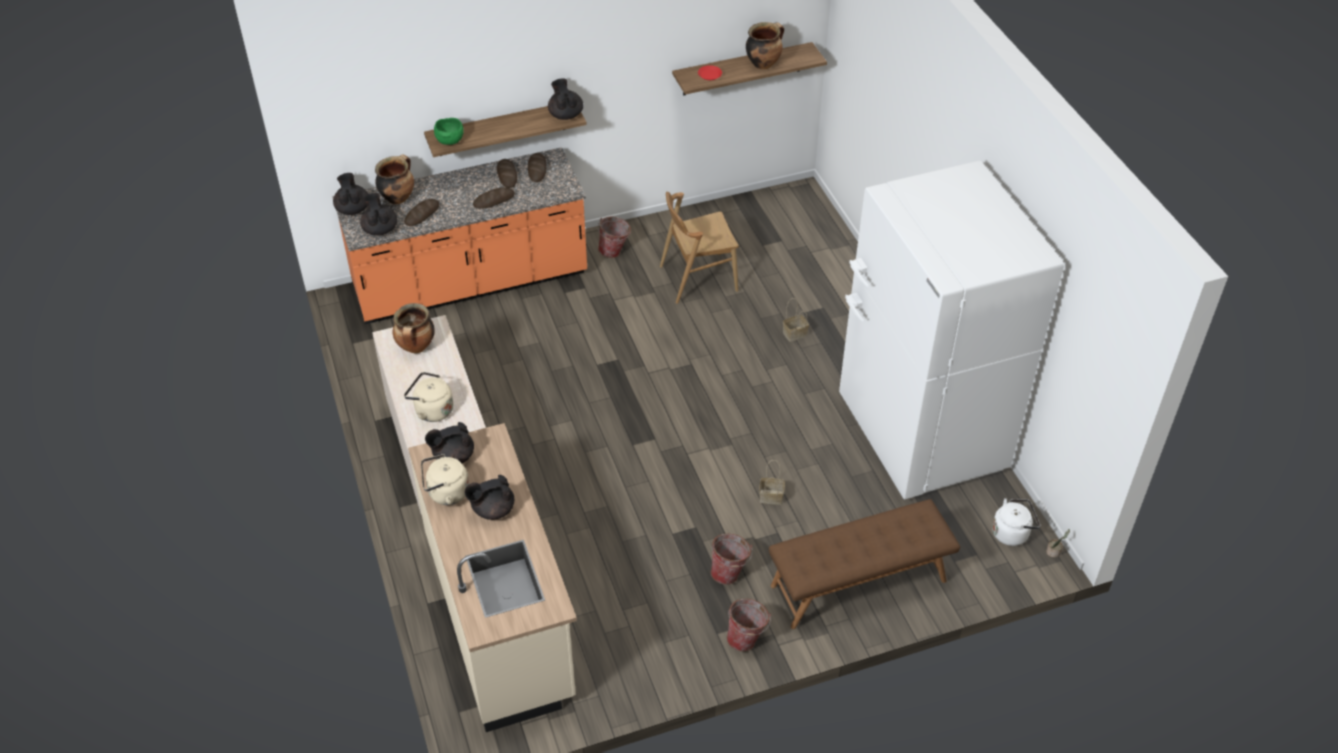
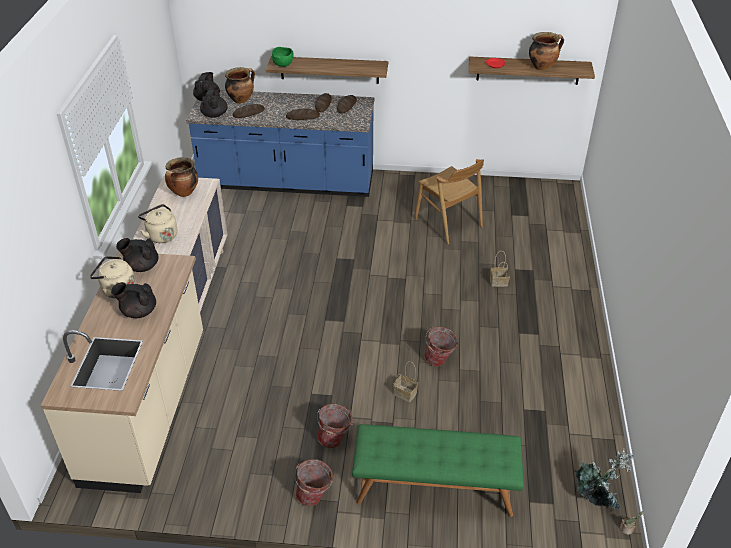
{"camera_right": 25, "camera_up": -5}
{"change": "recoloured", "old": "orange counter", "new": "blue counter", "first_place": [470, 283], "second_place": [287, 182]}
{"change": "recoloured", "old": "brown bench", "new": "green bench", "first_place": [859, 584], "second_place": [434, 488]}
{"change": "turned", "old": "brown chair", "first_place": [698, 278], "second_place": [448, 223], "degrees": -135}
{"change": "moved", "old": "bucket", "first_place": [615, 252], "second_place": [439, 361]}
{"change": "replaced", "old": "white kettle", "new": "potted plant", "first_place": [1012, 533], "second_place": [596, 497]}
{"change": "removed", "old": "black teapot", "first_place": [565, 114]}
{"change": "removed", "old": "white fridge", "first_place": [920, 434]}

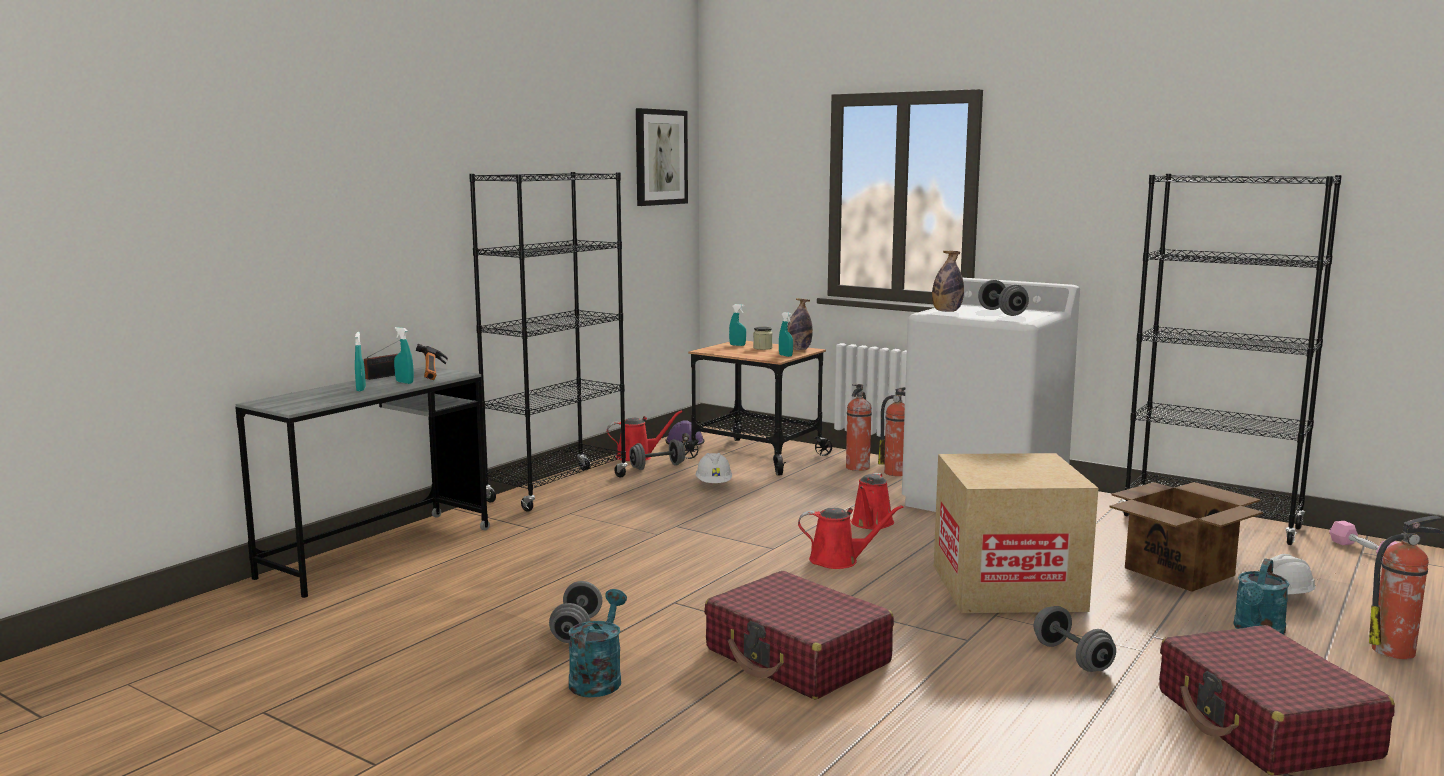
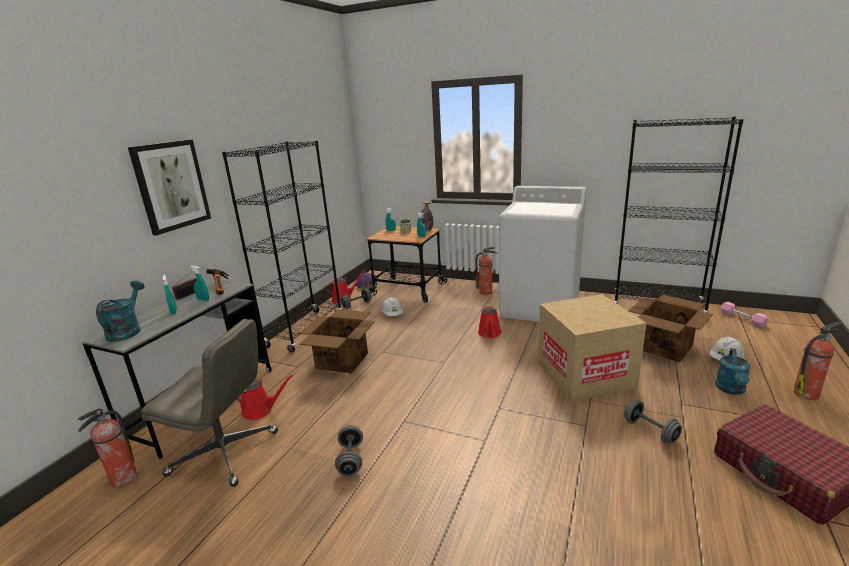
{"camera_right": -10, "camera_up": 10}
{"change": "moved", "old": "fire extinguisher", "first_place": [857, 468], "second_place": [123, 479]}
{"change": "moved", "old": "turquoise watering can", "first_place": [598, 678], "second_place": [127, 331]}
{"change": "moved", "old": "picture", "first_place": [660, 157], "second_place": [171, 186]}
{"change": "added", "new": "grey office chair", "second_place": [225, 453]}
{"change": "moved", "old": "red watering can", "first_place": [839, 560], "second_place": [260, 410]}
{"change": "added", "new": "cardboard box", "second_place": [341, 361]}
{"change": "removed", "old": "red suitcase", "first_place": [797, 657]}
{"change": "removed", "old": "bottle", "first_place": [946, 311]}
{"change": "removed", "old": "grey dumbbell", "first_place": [1002, 312]}

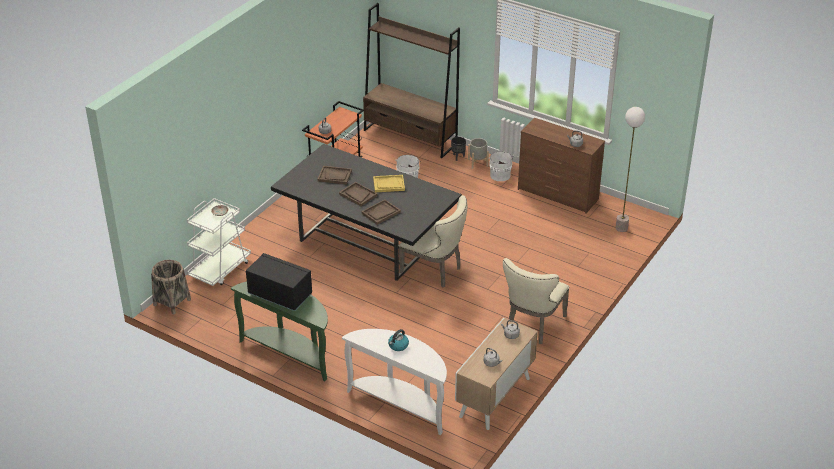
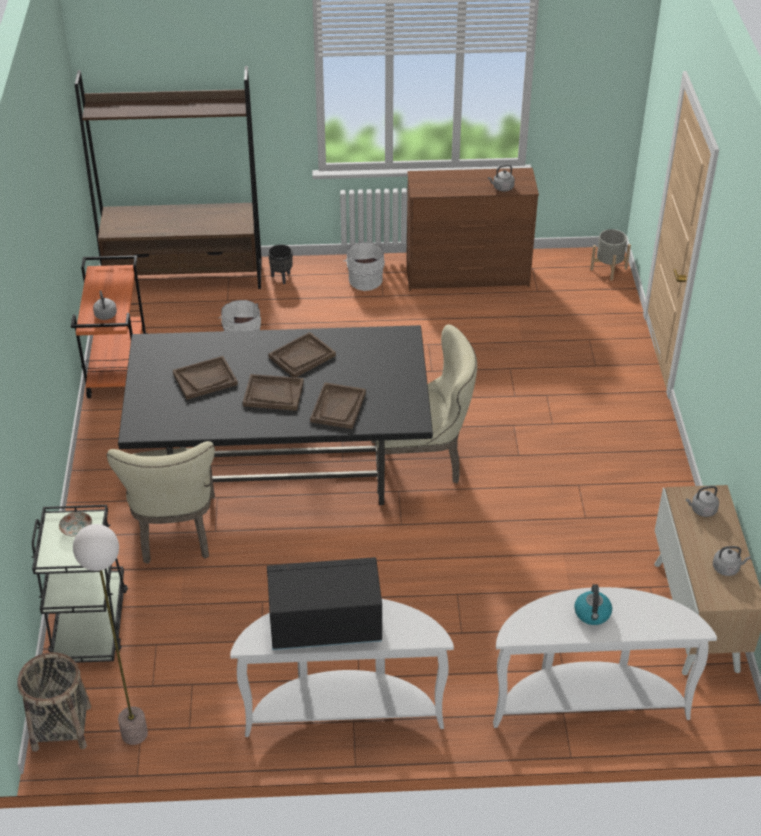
{"camera_right": -35, "camera_up": 5}
{"change": "recoloured", "old": "white cart", "new": "black cart", "first_place": [220, 269], "second_place": [90, 624]}
{"change": "moved", "old": "floor lamp", "first_place": [621, 228], "second_place": [134, 734]}
{"change": "moved", "old": "beige chair", "first_place": [533, 326], "second_place": [176, 534]}
{"change": "recoloured", "old": "green console table", "new": "white console table", "first_place": [290, 353], "second_place": [344, 710]}
{"change": "recoloured", "old": "yellow tray", "new": "brown tray", "first_place": [388, 184], "second_place": [302, 356]}
{"change": "moved", "old": "grey planter", "first_place": [478, 162], "second_place": [608, 269]}

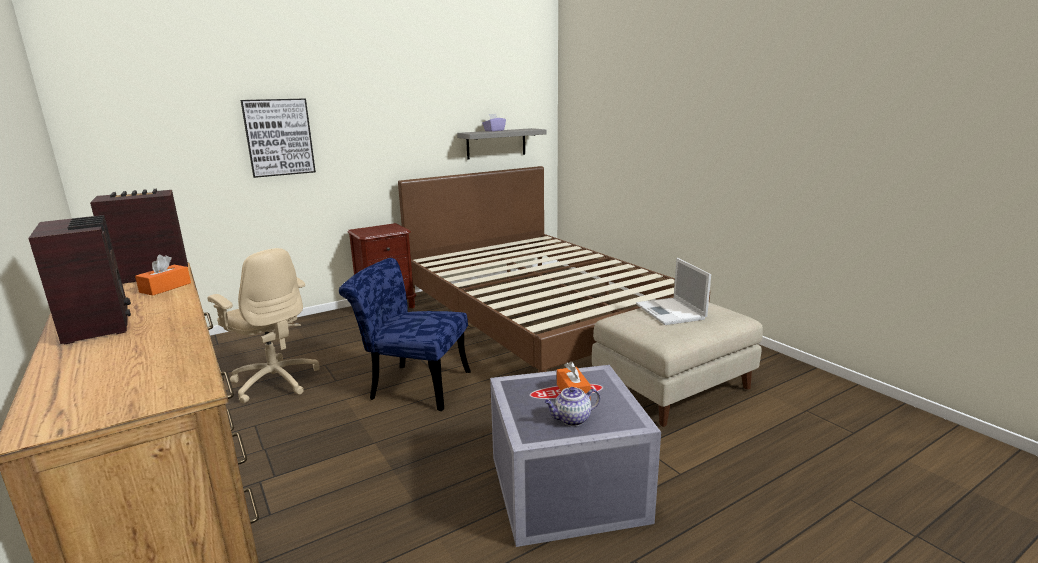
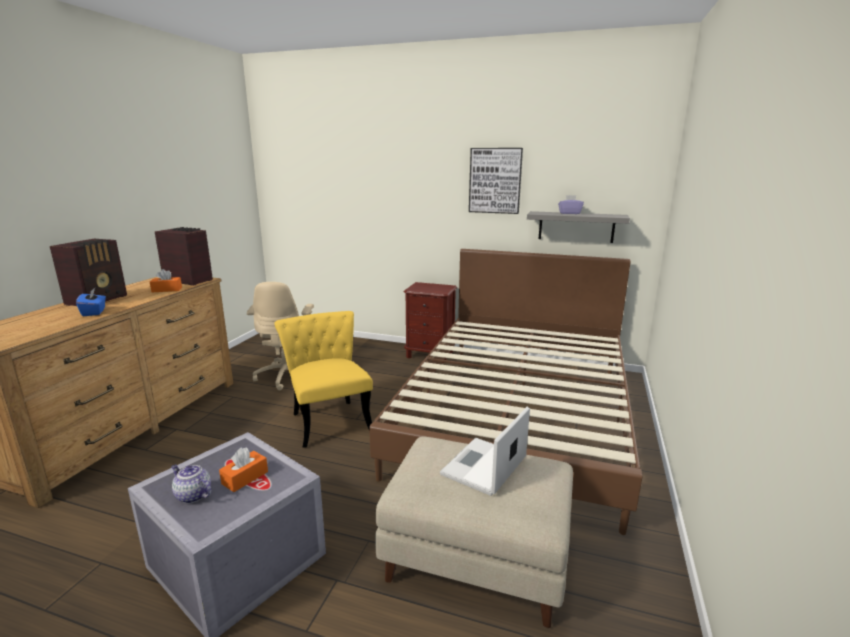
{"camera_right": 50, "camera_up": 0}
{"change": "added", "new": "blue tissue box", "second_place": [94, 312]}
{"change": "recoloured", "old": "blue chair", "new": "yellow chair", "first_place": [412, 385], "second_place": [329, 419]}
{"change": "moved", "old": "picture", "first_place": [279, 137], "second_place": [495, 180]}

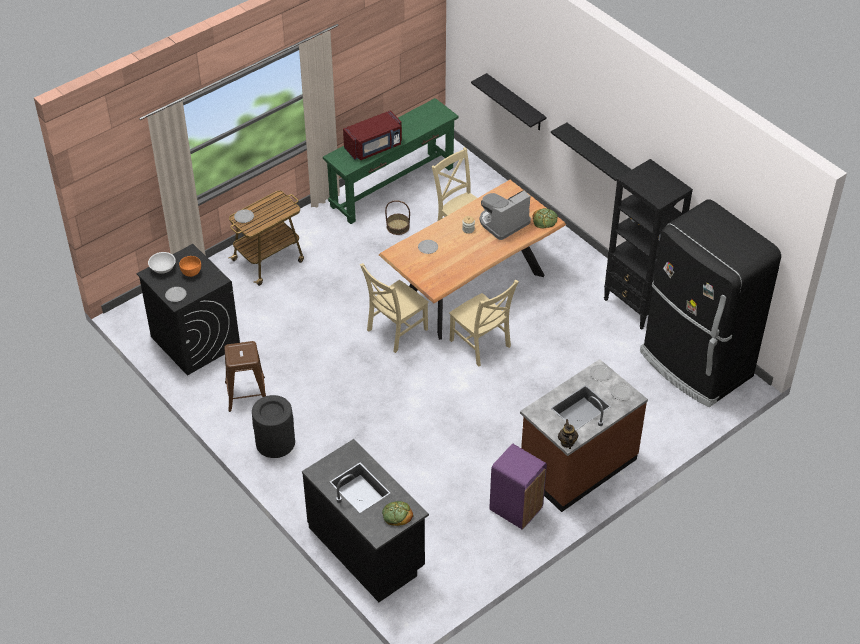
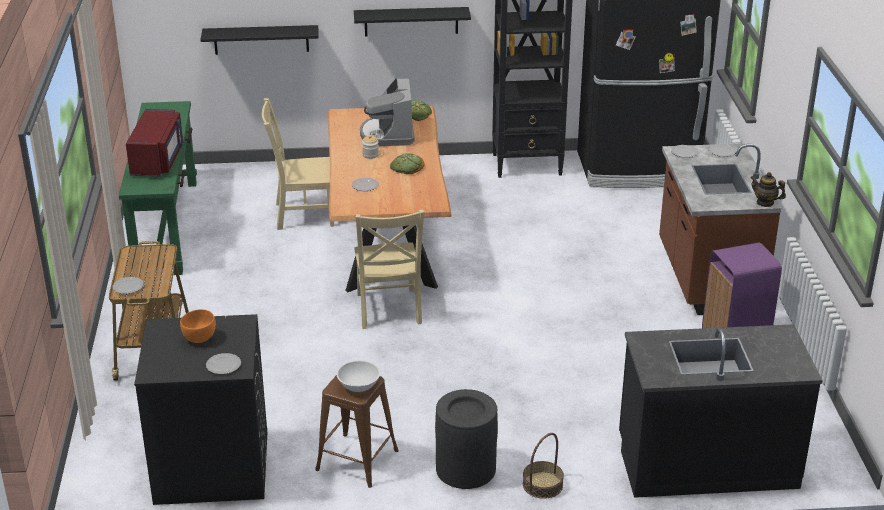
{"camera_right": -55, "camera_up": -15}
{"change": "moved", "old": "white bowl", "first_place": [162, 268], "second_place": [358, 385]}
{"change": "moved", "old": "bread", "first_place": [397, 514], "second_place": [406, 167]}
{"change": "moved", "old": "basket", "first_place": [398, 227], "second_place": [542, 485]}
{"change": "removed", "old": "beige chair", "first_place": [481, 345]}

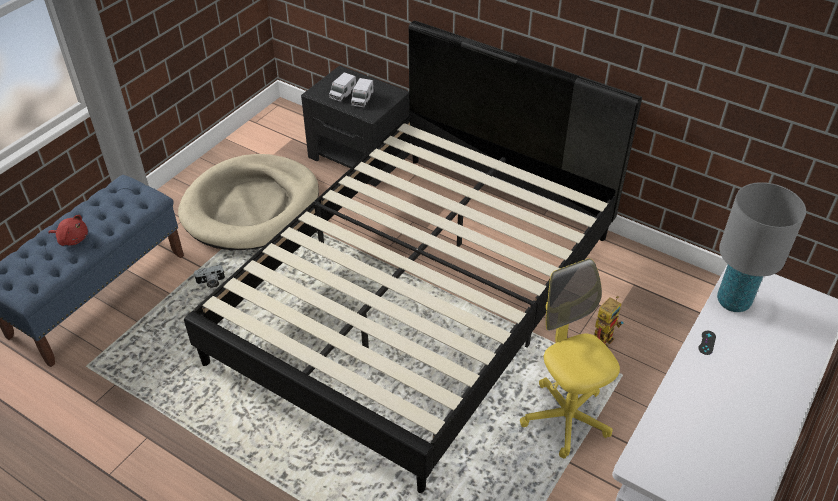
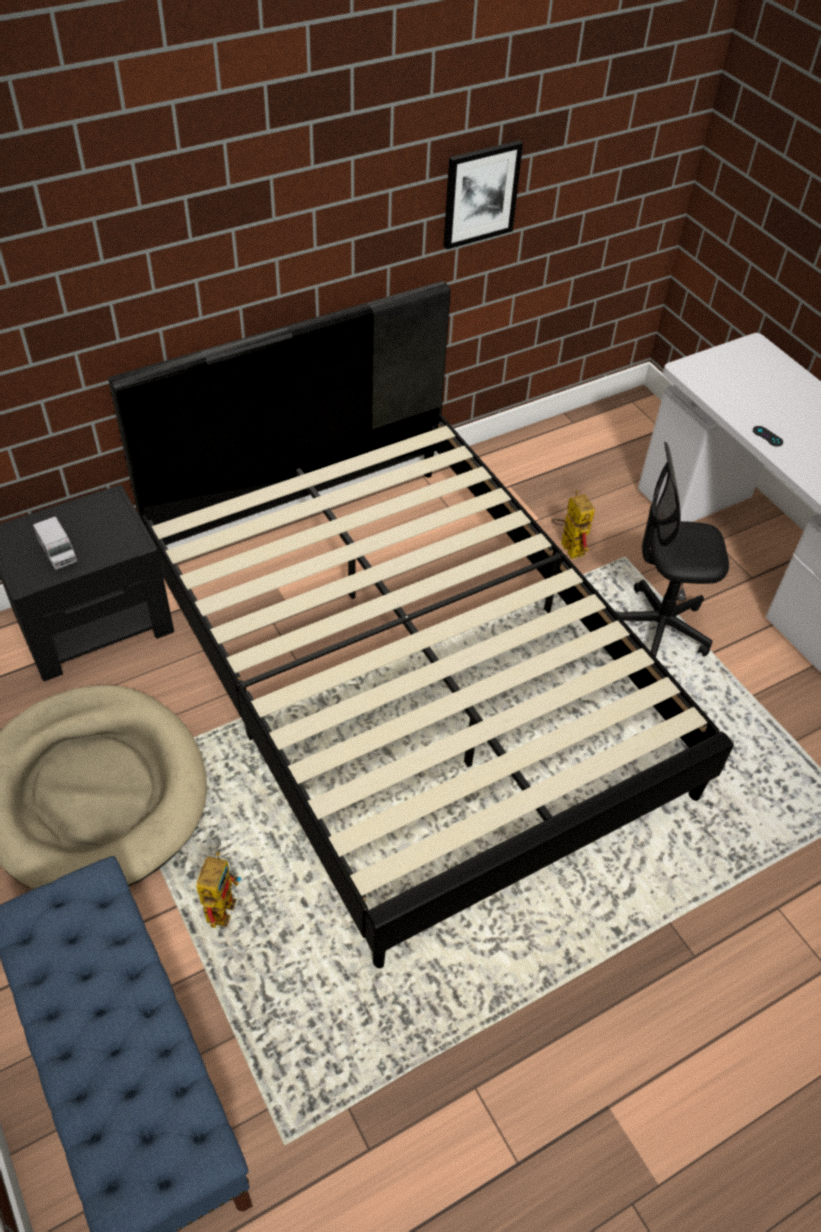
{"camera_right": -65, "camera_up": 5}
{"change": "replaced", "old": "photo camera", "new": "toy robot", "first_place": [211, 282], "second_place": [220, 903]}
{"change": "added", "new": "picture", "second_place": [480, 194]}
{"change": "recoloured", "old": "yellow office chair", "new": "black office chair", "first_place": [565, 418], "second_place": [657, 628]}
{"change": "removed", "old": "red plush toy", "first_place": [72, 239]}
{"change": "removed", "old": "toy truck", "first_place": [362, 99]}
{"change": "removed", "old": "grey table lamp", "first_place": [733, 302]}

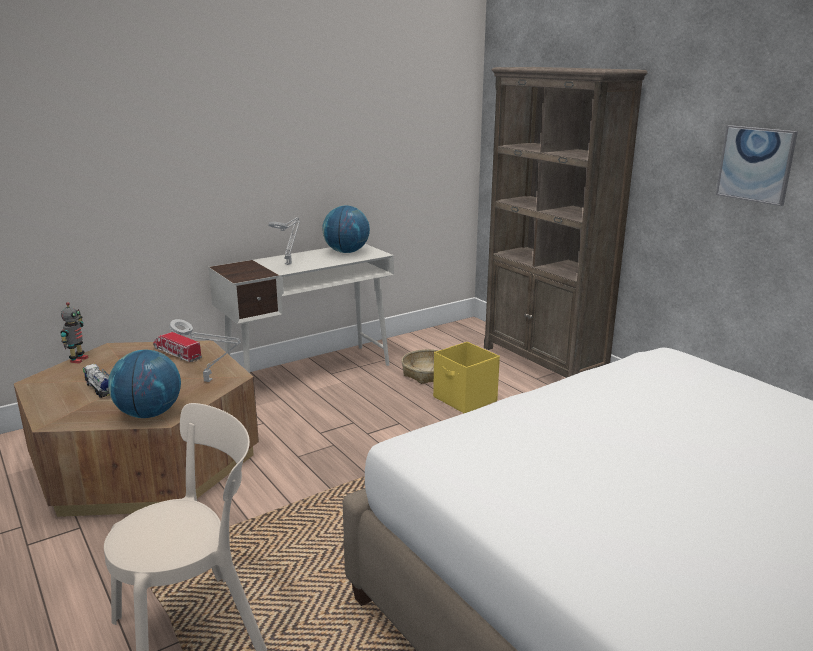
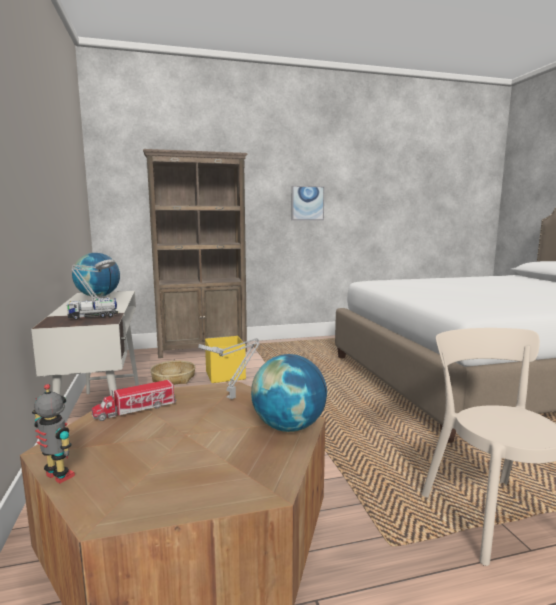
{"camera_right": -70, "camera_up": -10}
{"change": "moved", "old": "toy truck", "first_place": [100, 389], "second_place": [93, 317]}

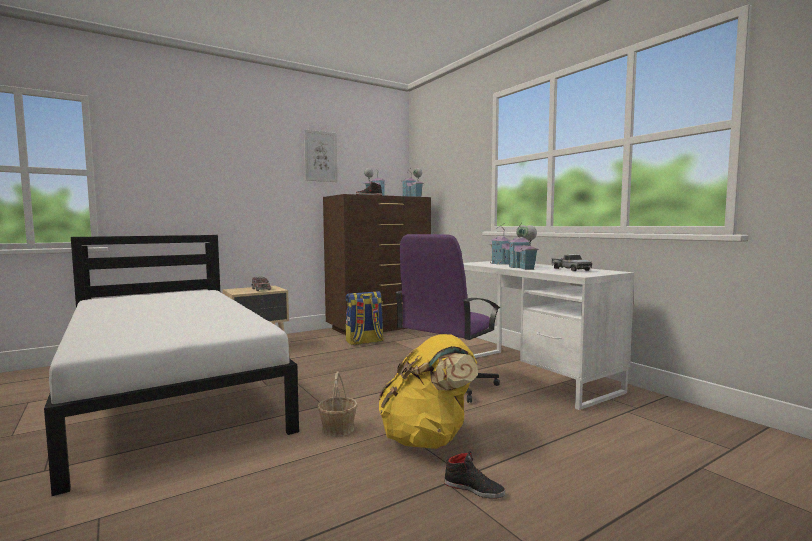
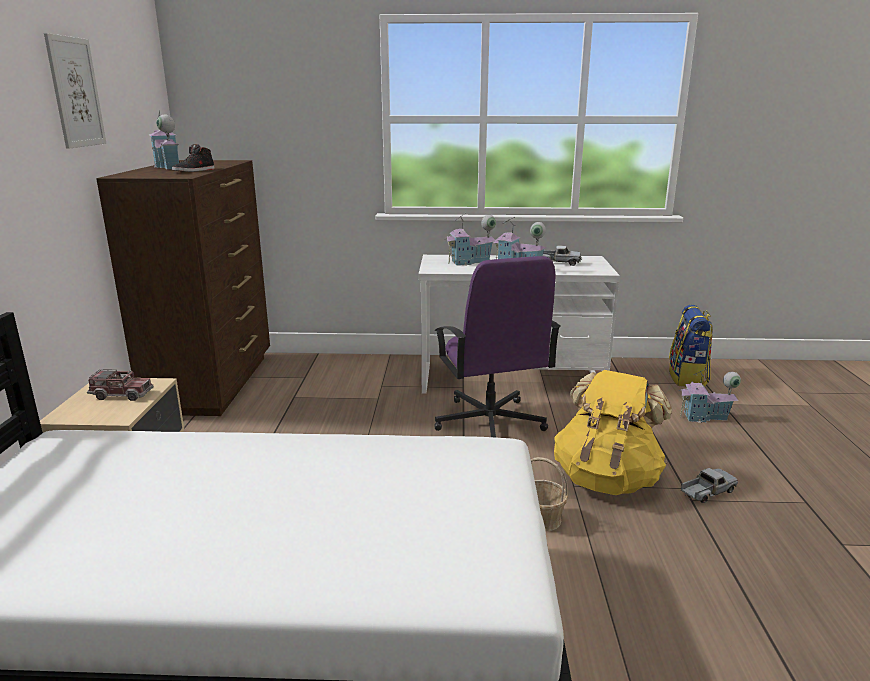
{"camera_right": -55, "camera_up": 15}
{"change": "moved", "old": "backpack", "first_place": [364, 342], "second_place": [688, 378]}
{"change": "moved", "old": "toy house", "first_place": [412, 197], "second_place": [705, 417]}
{"change": "replaced", "old": "black shoe", "new": "toy truck", "first_place": [474, 488], "second_place": [706, 492]}

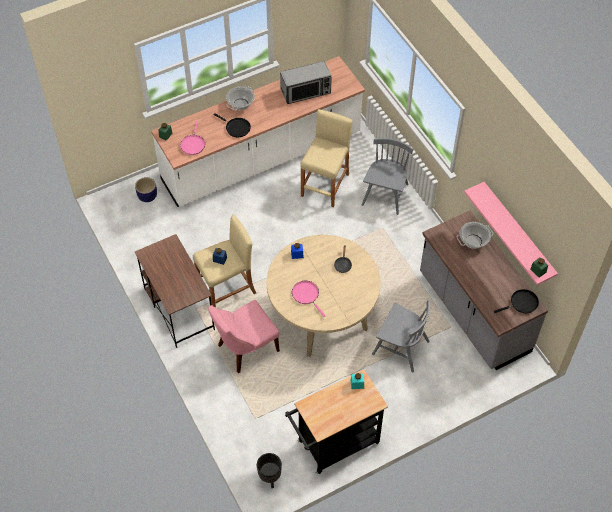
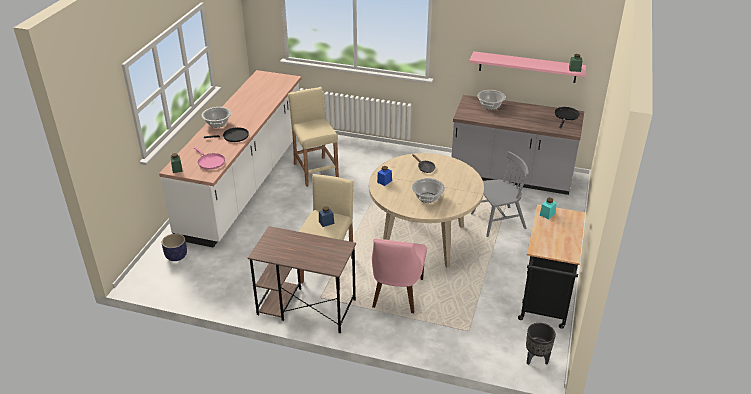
{"camera_right": -45, "camera_up": -20}
{"change": "replaced", "old": "pink frying pan", "new": "cooking pot", "first_place": [306, 295], "second_place": [427, 198]}
{"change": "removed", "old": "microwave", "first_place": [306, 91]}
{"change": "removed", "old": "grey chair", "first_place": [385, 195]}

